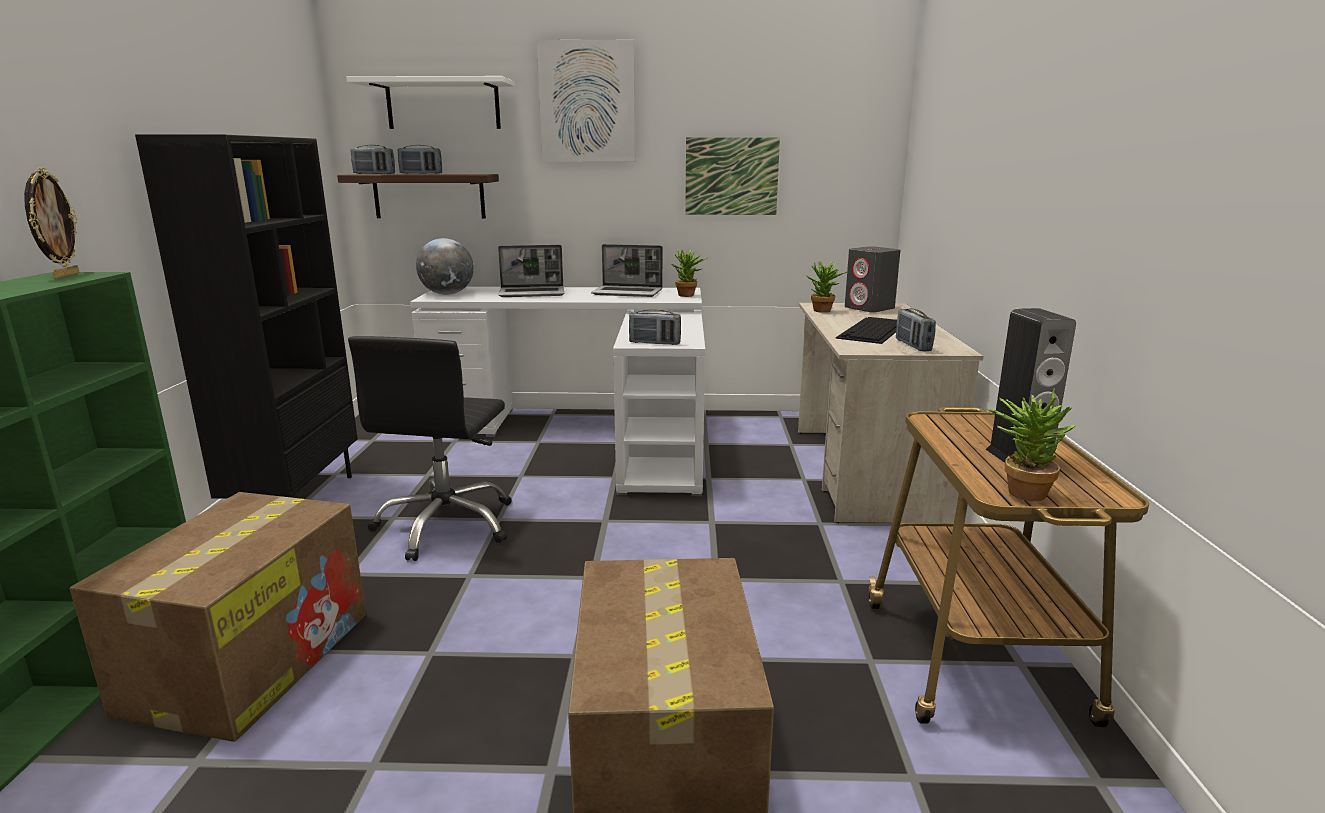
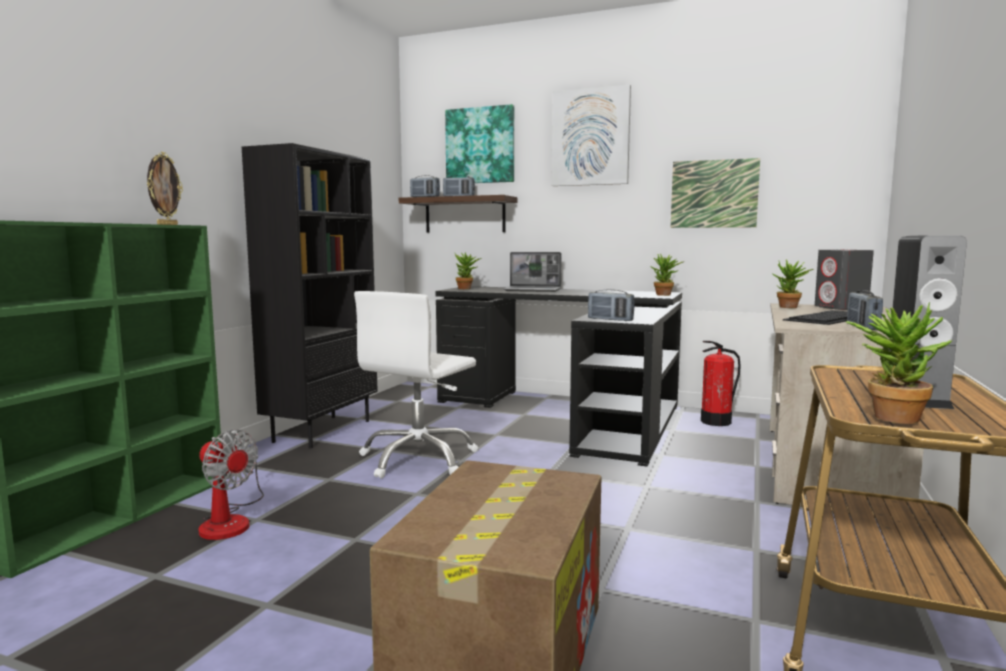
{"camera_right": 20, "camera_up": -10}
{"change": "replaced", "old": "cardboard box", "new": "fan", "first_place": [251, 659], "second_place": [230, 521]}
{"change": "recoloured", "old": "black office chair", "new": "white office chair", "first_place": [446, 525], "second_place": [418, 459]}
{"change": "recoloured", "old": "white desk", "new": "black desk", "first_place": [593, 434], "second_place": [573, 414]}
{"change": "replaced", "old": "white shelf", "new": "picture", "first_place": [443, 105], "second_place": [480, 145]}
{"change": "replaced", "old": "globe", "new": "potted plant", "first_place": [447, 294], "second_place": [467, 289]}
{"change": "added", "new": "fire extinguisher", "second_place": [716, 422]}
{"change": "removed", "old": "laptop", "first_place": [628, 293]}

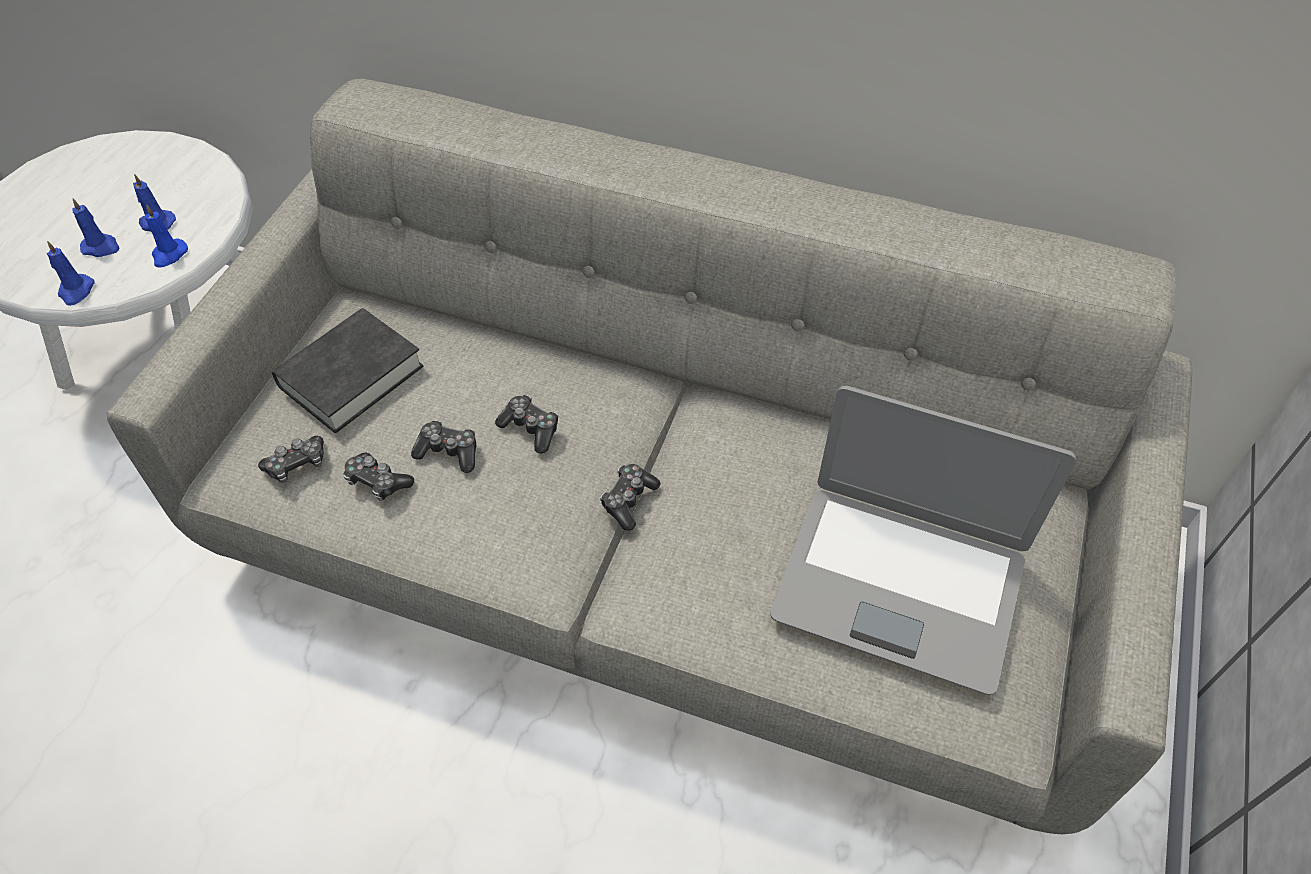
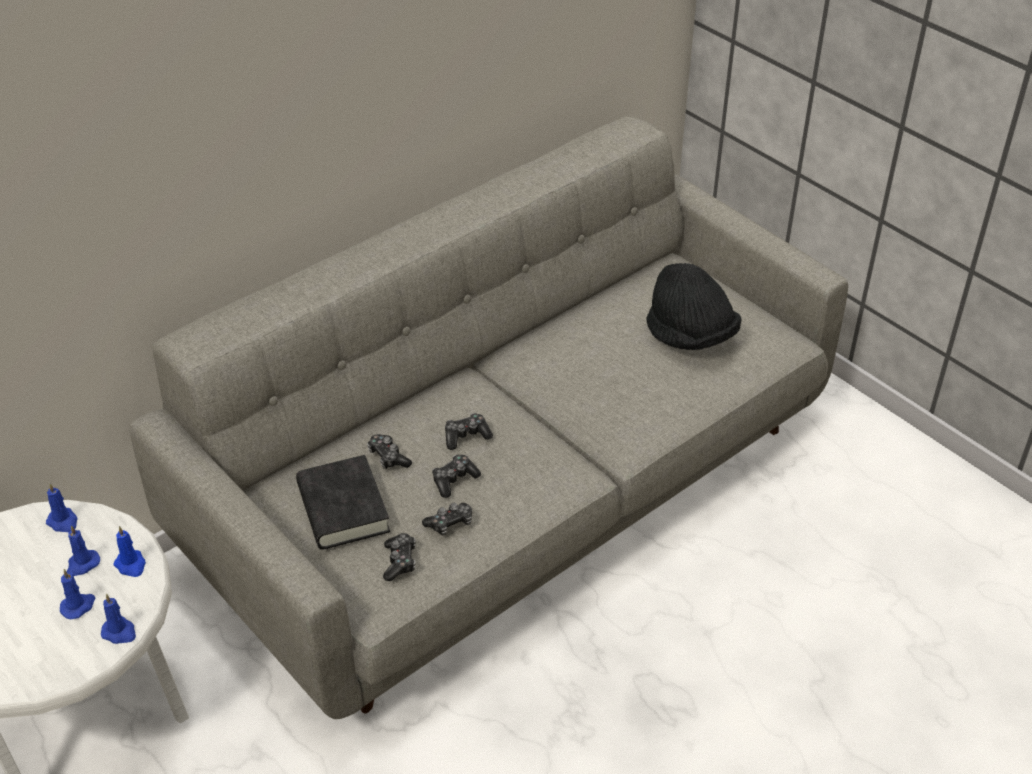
{"camera_right": -60, "camera_up": -10}
{"change": "added", "new": "blue candle", "second_place": [63, 522]}
{"change": "moved", "old": "game controller", "first_place": [628, 500], "second_place": [388, 457]}
{"change": "replaced", "old": "laptop", "new": "black hat", "first_place": [899, 585], "second_place": [690, 336]}

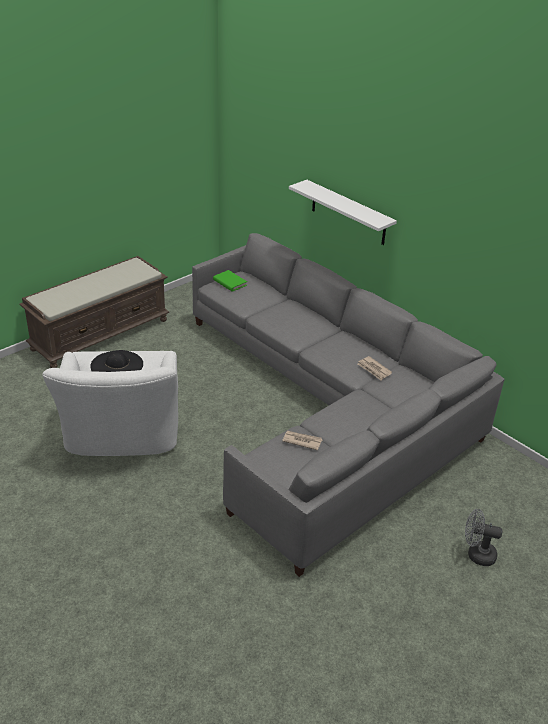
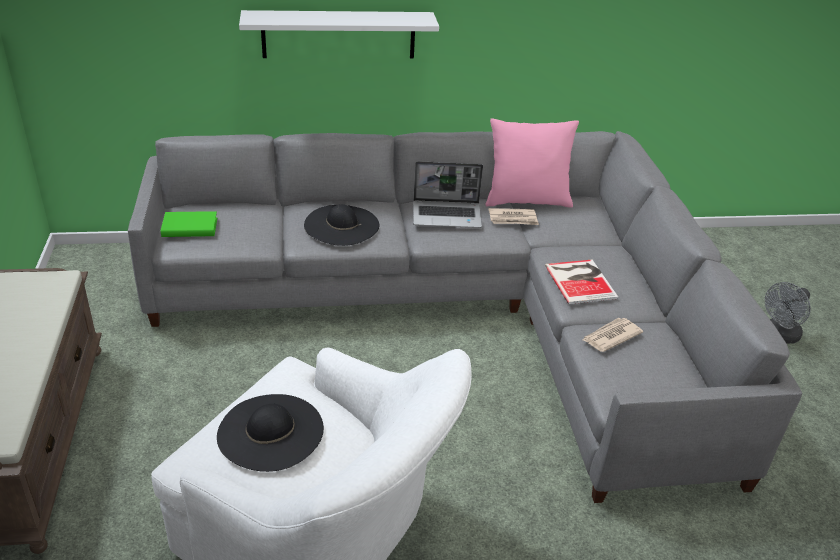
{"camera_right": -55, "camera_up": 0}
{"change": "added", "new": "black hat", "second_place": [341, 225]}
{"change": "added", "new": "laptop", "second_place": [447, 215]}
{"change": "added", "new": "pink pillow", "second_place": [526, 200]}
{"change": "added", "new": "book", "second_place": [581, 280]}

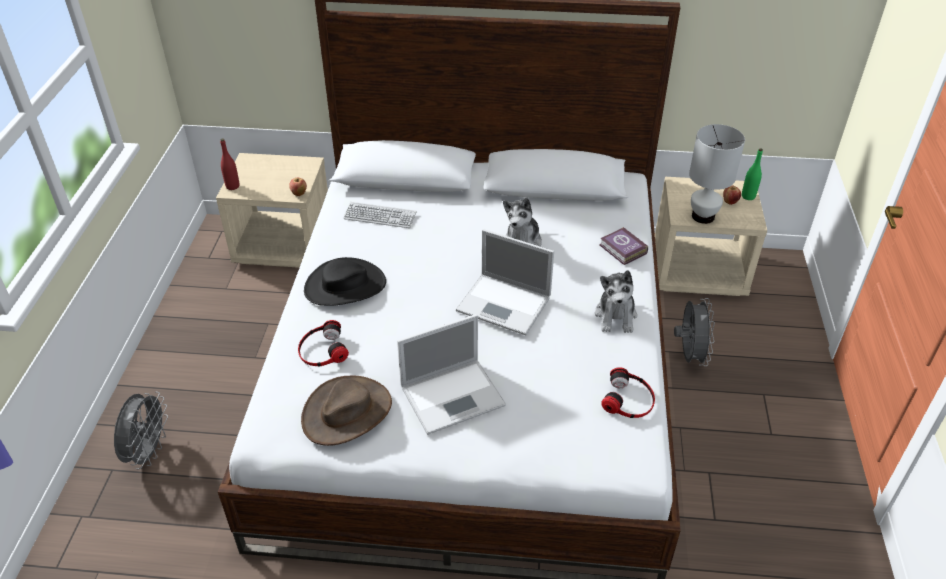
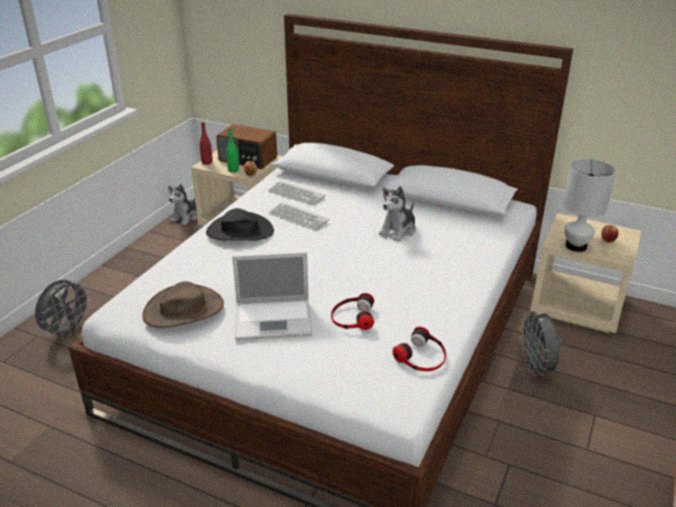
{"camera_right": 20, "camera_up": -10}
{"change": "moved", "old": "plush toy", "first_place": [616, 316], "second_place": [185, 217]}
{"change": "added", "new": "radio", "second_place": [248, 159]}
{"change": "moved", "old": "green bottle", "first_place": [748, 196], "second_place": [233, 170]}
{"change": "added", "new": "keyboard", "second_place": [298, 217]}
{"change": "moved", "old": "headphones", "first_place": [322, 350], "second_place": [352, 317]}
{"change": "turned", "old": "grey fan", "first_place": [689, 355], "second_place": [536, 367], "degrees": 150}
{"change": "removed", "old": "laptop", "first_place": [505, 304]}
{"change": "removed", "old": "book", "first_place": [623, 250]}

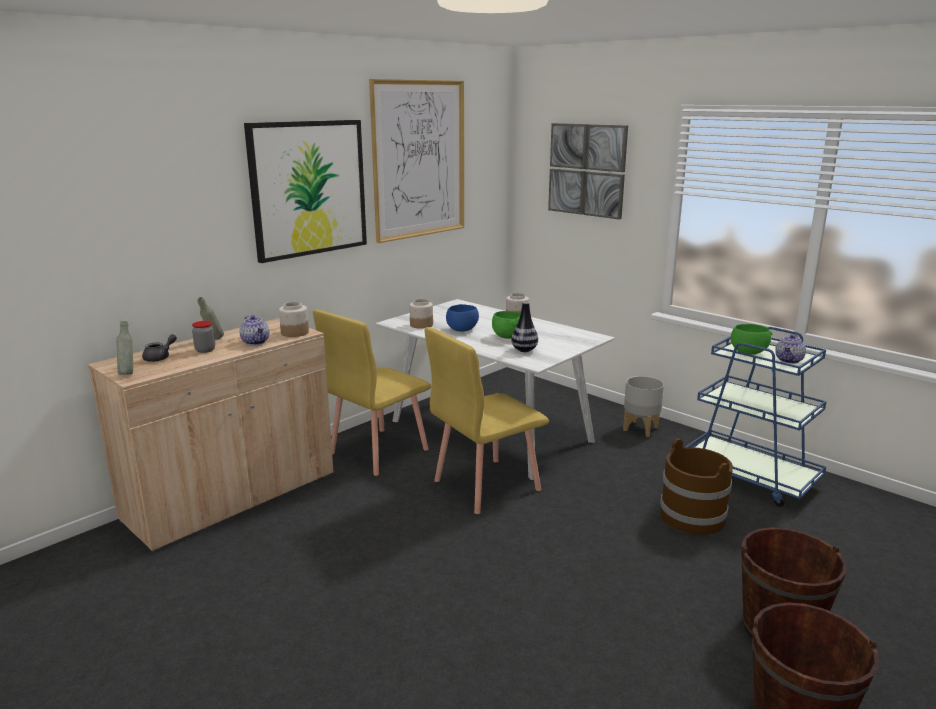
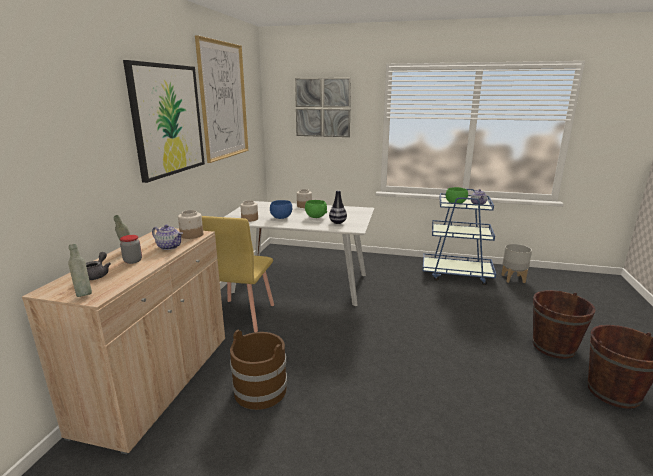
{"camera_right": -30, "camera_up": 0}
{"change": "moved", "old": "brown bucket", "first_place": [692, 517], "second_place": [261, 390]}
{"change": "moved", "old": "grey planter", "first_place": [640, 428], "second_place": [513, 278]}
{"change": "removed", "old": "yellow chair", "first_place": [485, 485]}

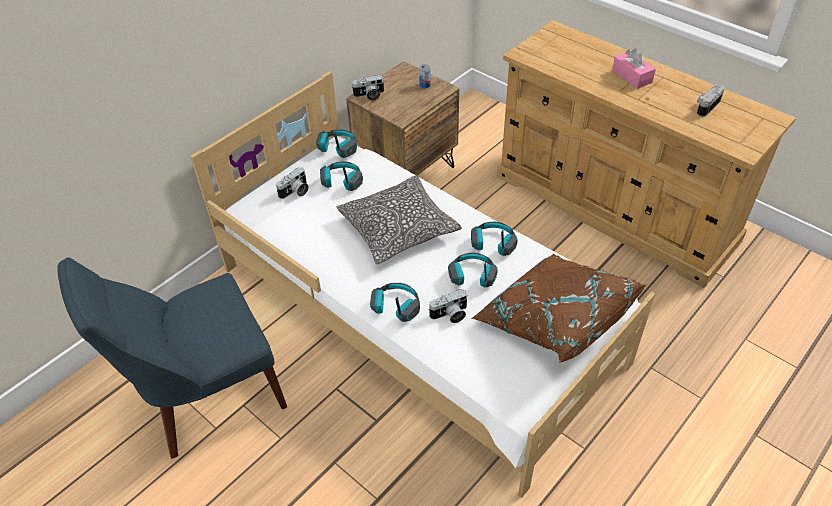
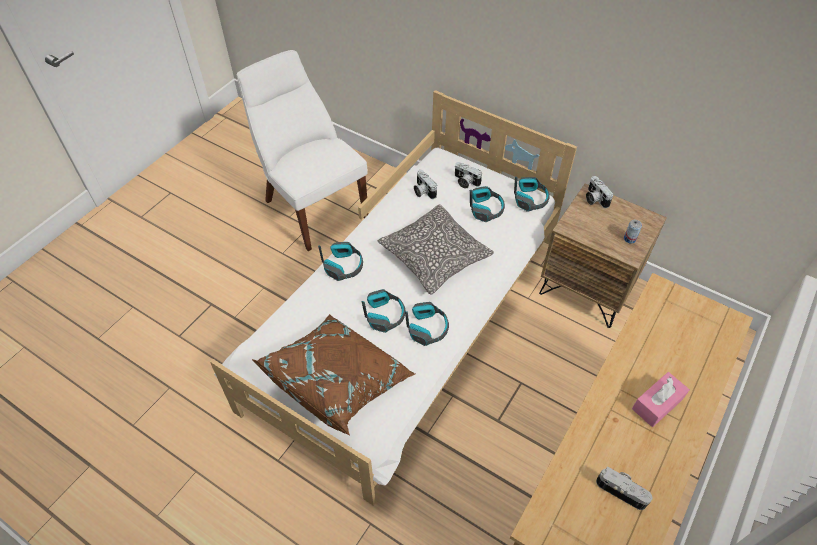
{"camera_right": 80, "camera_up": 5}
{"change": "recoloured", "old": "blue chair", "new": "white chair", "first_place": [207, 398], "second_place": [313, 206]}
{"change": "moved", "old": "photo camera", "first_place": [450, 315], "second_place": [423, 191]}

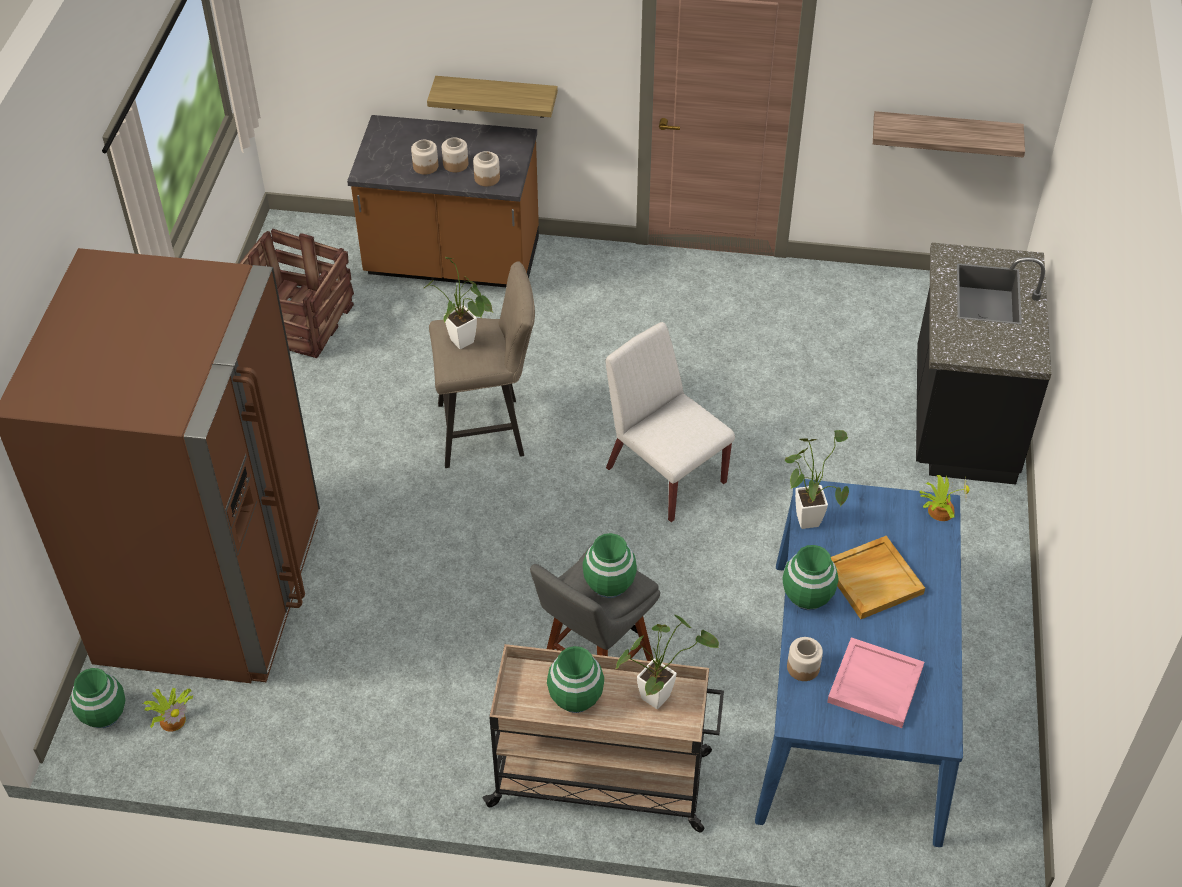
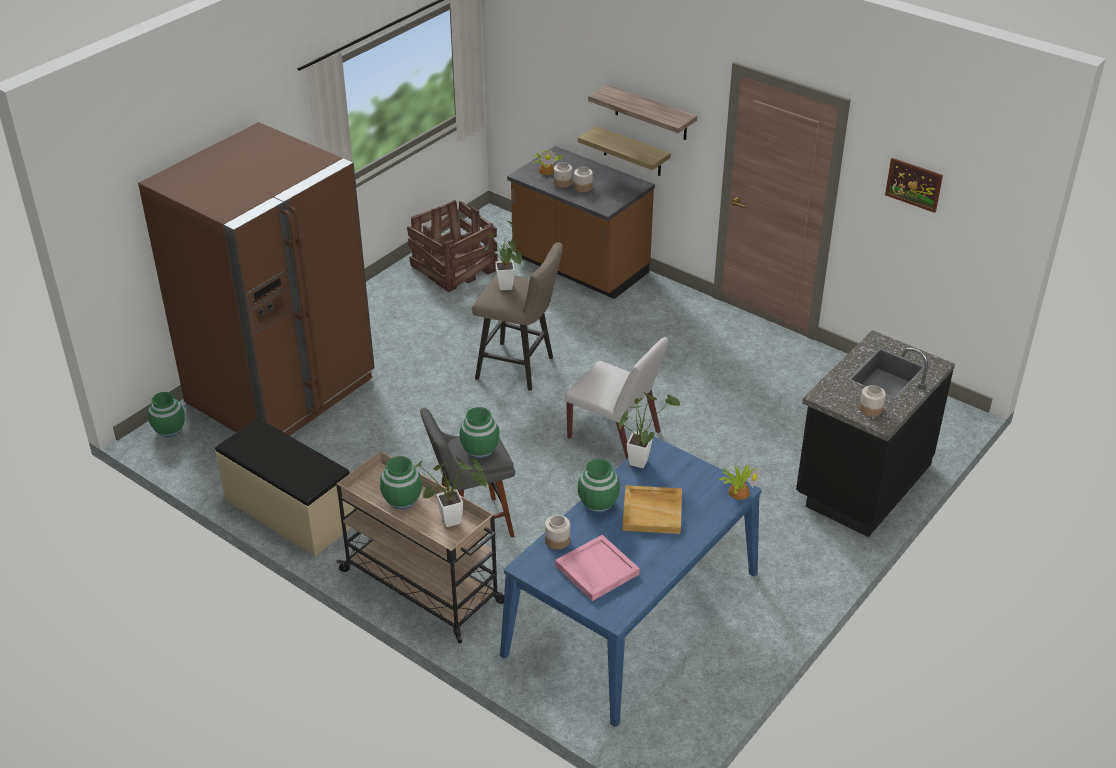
{"camera_right": 30, "camera_up": -10}
{"change": "added", "new": "beige bench", "second_place": [289, 512]}
{"change": "moved", "old": "potted plant", "first_place": [172, 718], "second_place": [547, 170]}
{"change": "turned", "old": "white chair", "first_place": [664, 474], "second_place": [615, 435], "degrees": 135}
{"change": "moved", "old": "shelf", "first_place": [945, 133], "second_place": [651, 113]}
{"change": "moved", "old": "jar", "first_place": [487, 178], "second_place": [871, 409]}
{"change": "added", "new": "picture", "second_place": [914, 184]}

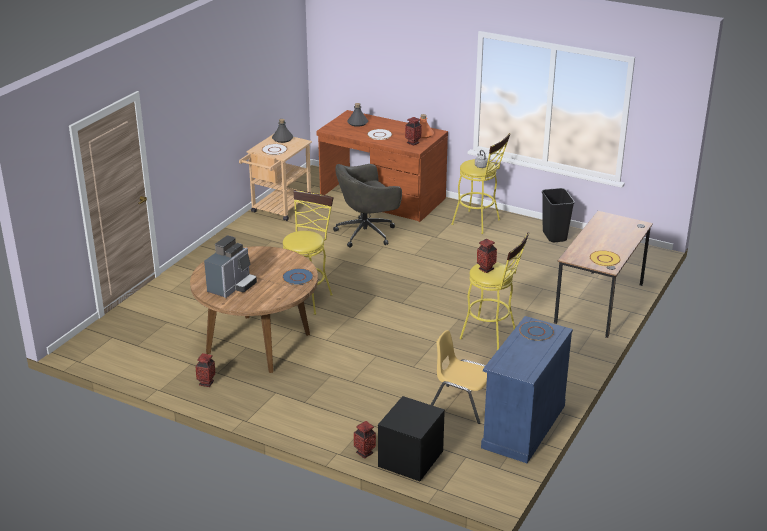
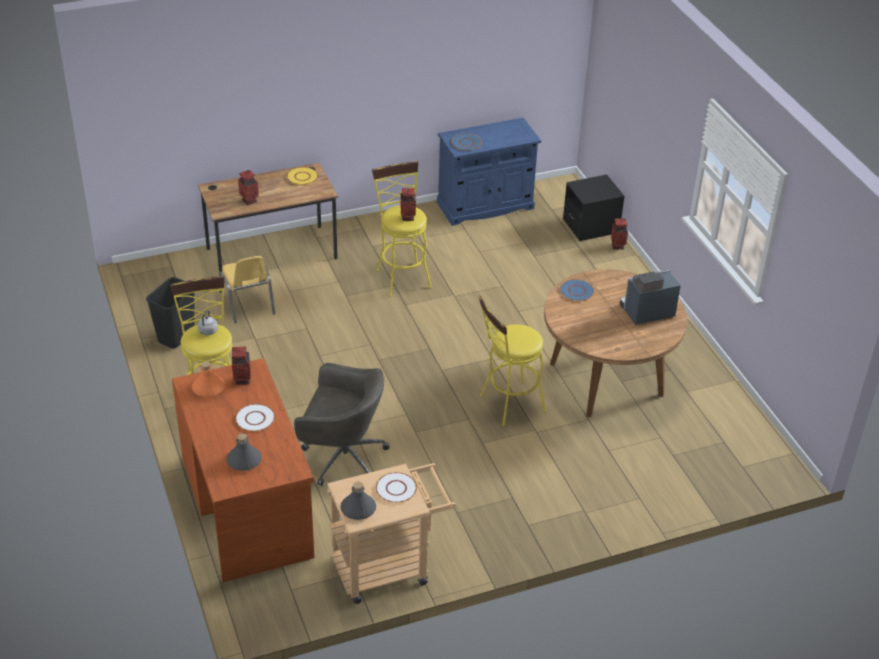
{"camera_right": -140, "camera_up": 10}
{"change": "moved", "old": "yellow chair", "first_place": [462, 403], "second_place": [247, 303]}
{"change": "moved", "old": "vase", "first_place": [206, 383], "second_place": [249, 201]}

